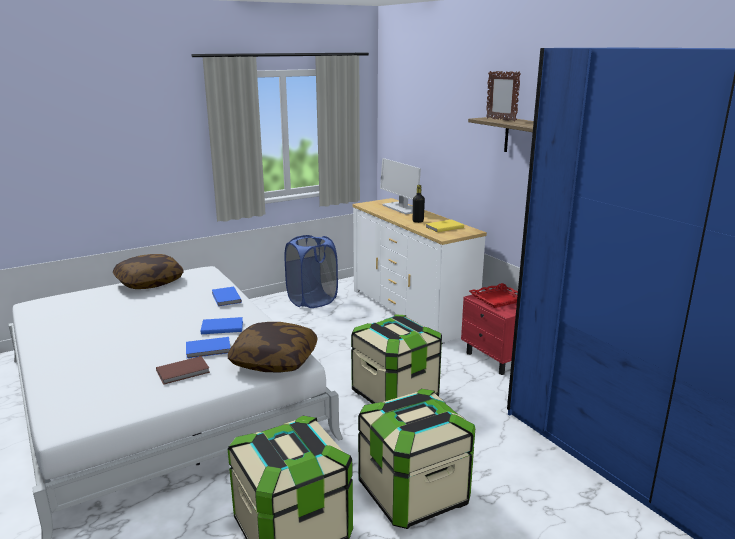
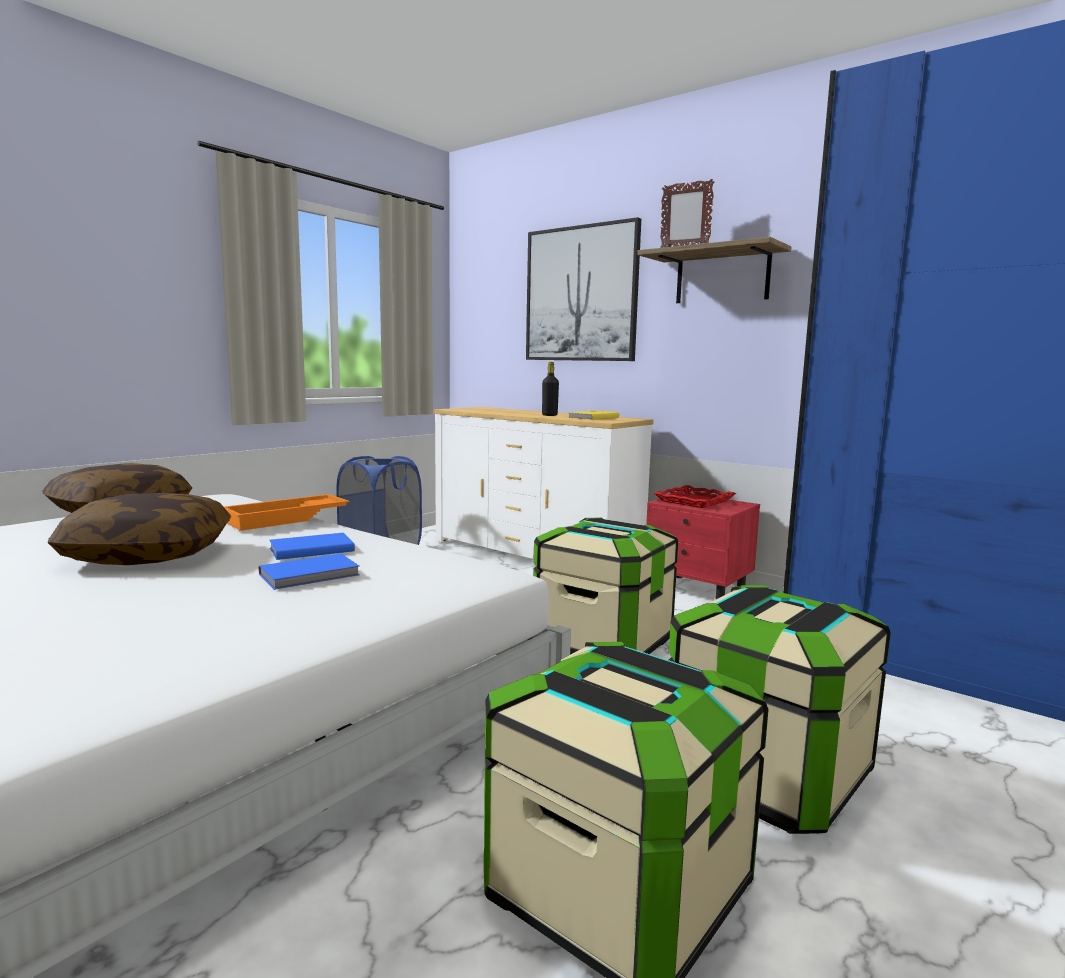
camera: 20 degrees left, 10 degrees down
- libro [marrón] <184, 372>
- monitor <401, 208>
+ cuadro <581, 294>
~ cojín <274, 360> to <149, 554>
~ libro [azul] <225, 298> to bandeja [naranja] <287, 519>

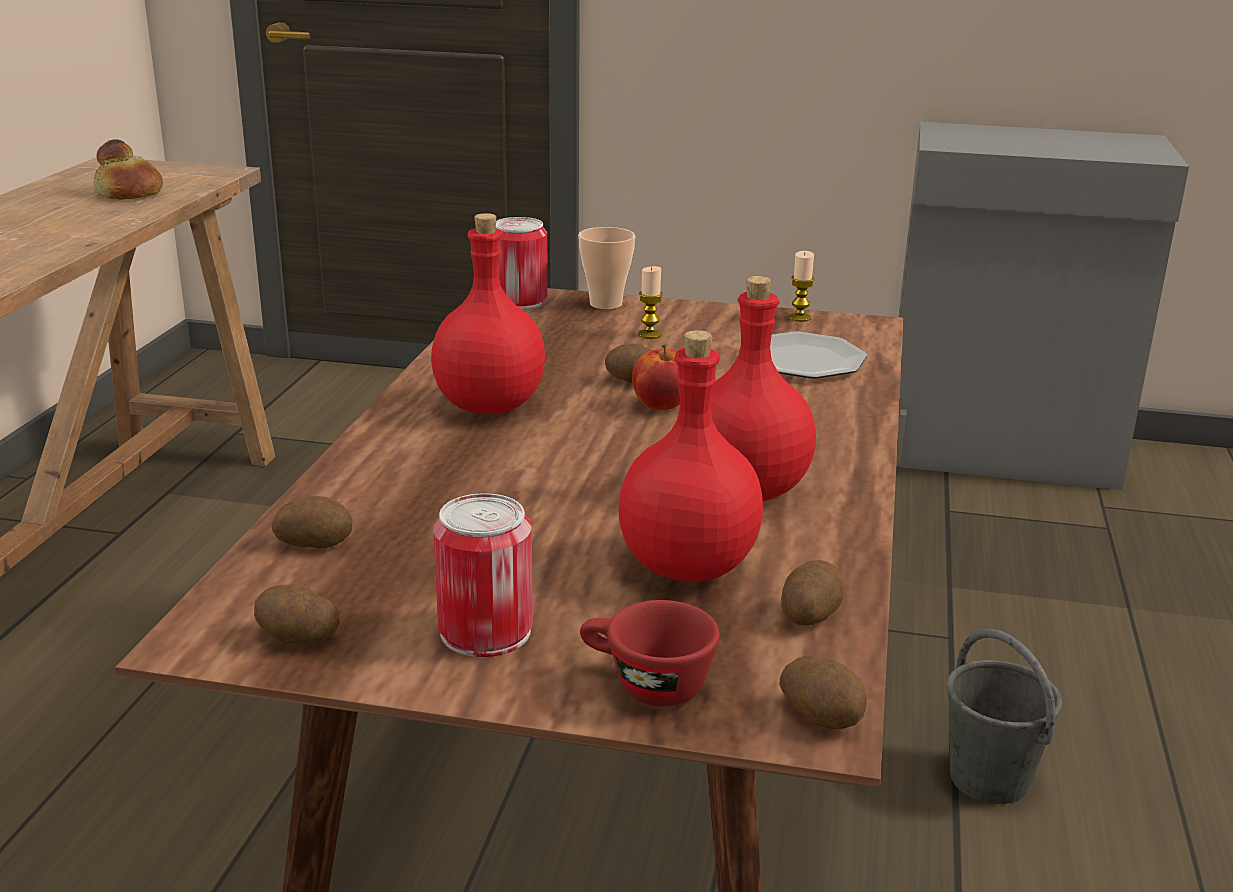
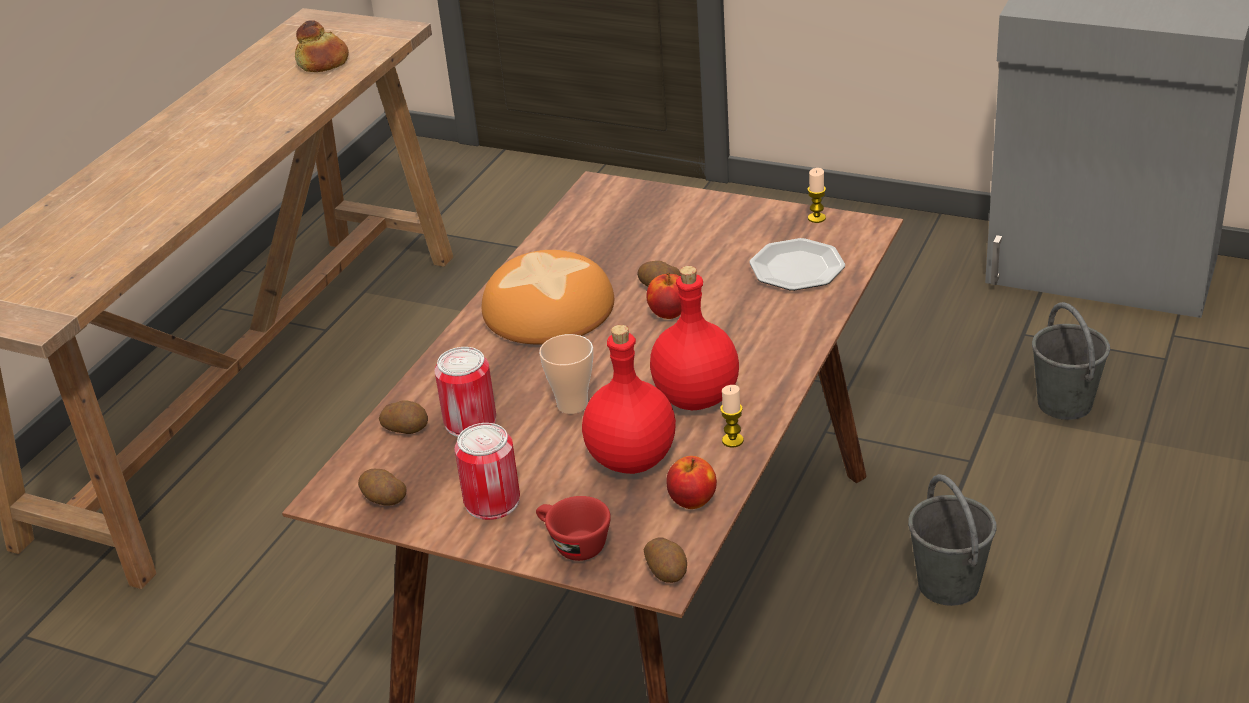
camera: 15 degrees right, 10 degrees up
+ cubo [gris] <1065, 404>
~ lata <519, 300> to <470, 422>
~ taza <605, 304> to <572, 405>
~ vela <649, 335> to <732, 440>
~ botella [rojo] <491, 406> to pan <548, 310>
~ patata <809, 614> to manzana <692, 501>

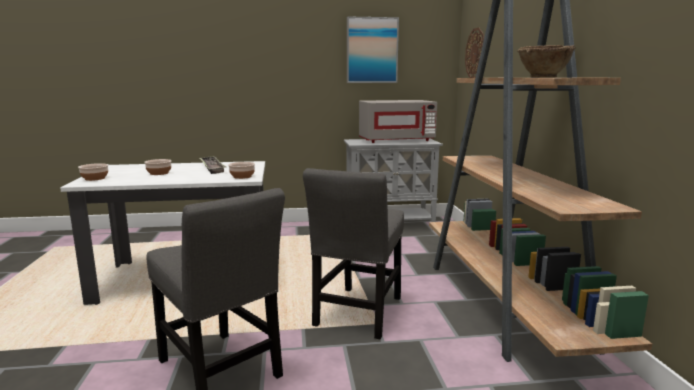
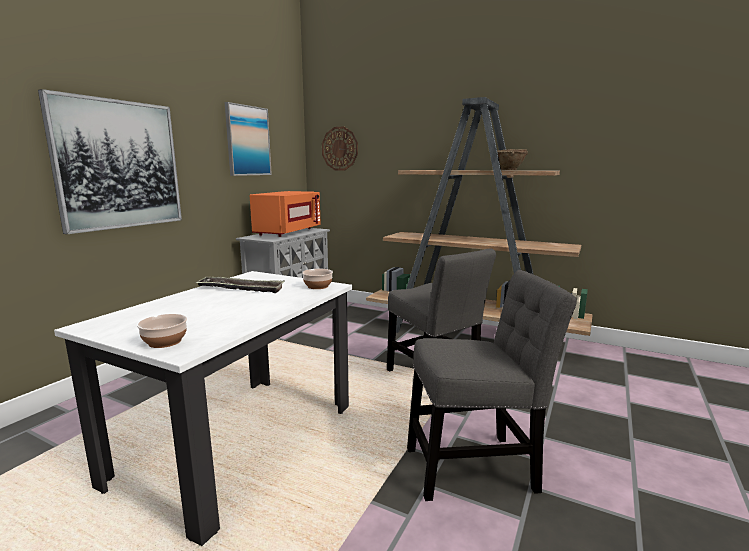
camera: 55 degrees left, 0 degrees up
- cuenco <159, 173>
+ cuadro <119, 165>
~ microondas [gris] <396, 140> to microondas [naranja] <288, 232>

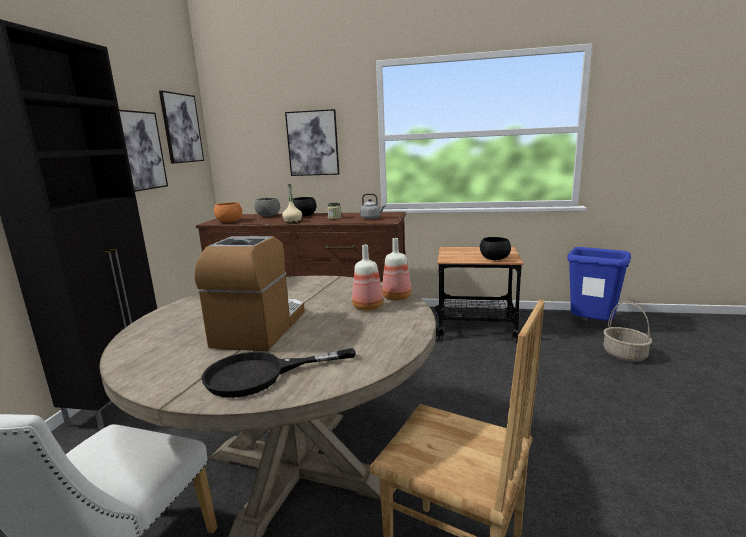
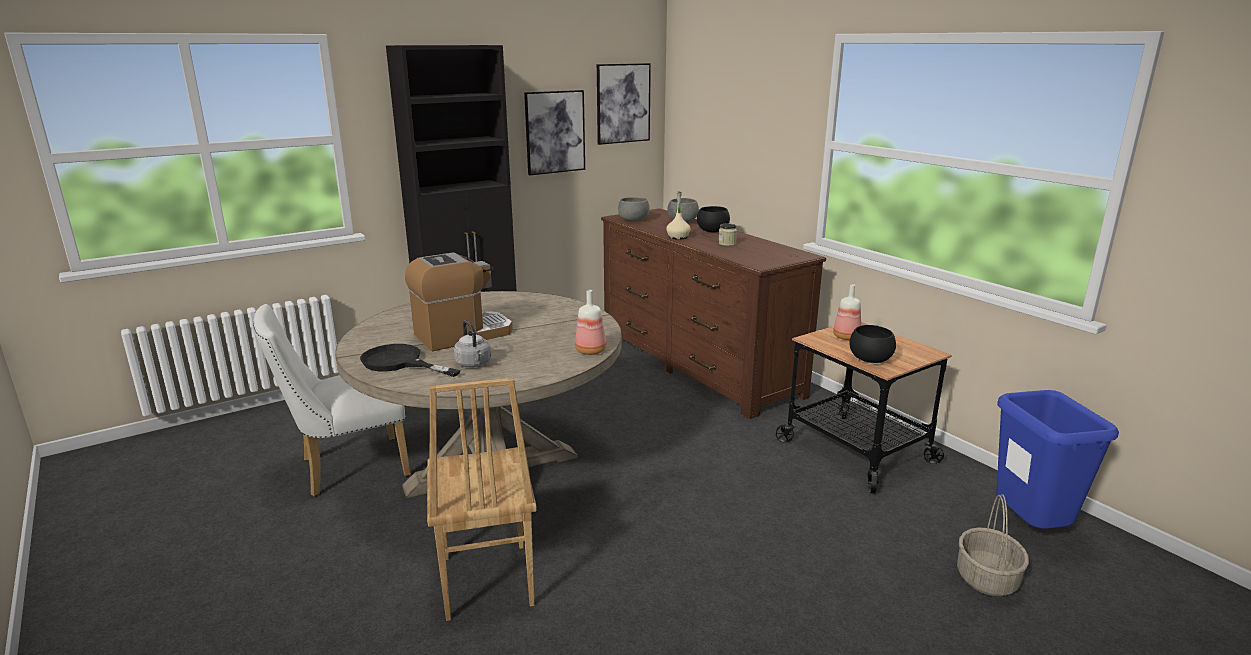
camera: 45 degrees right, 5 degrees up
- cuadro <313, 143>
~ botella <367, 307> to <846, 337>
~ hervidor [gris] <372, 218> to <474, 364>
~ cuenco [naranja] <229, 221> to cuenco [gris] <633, 220>

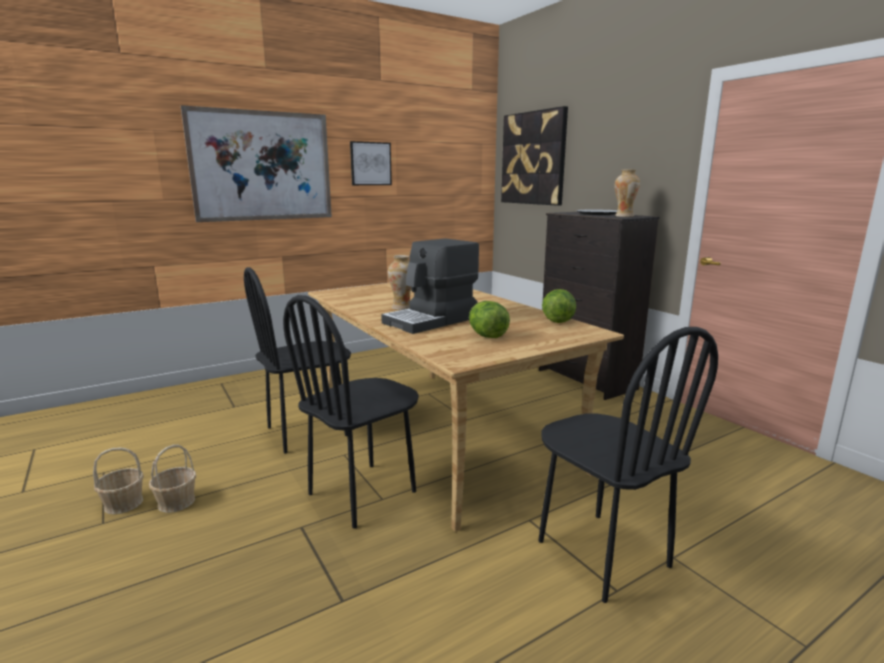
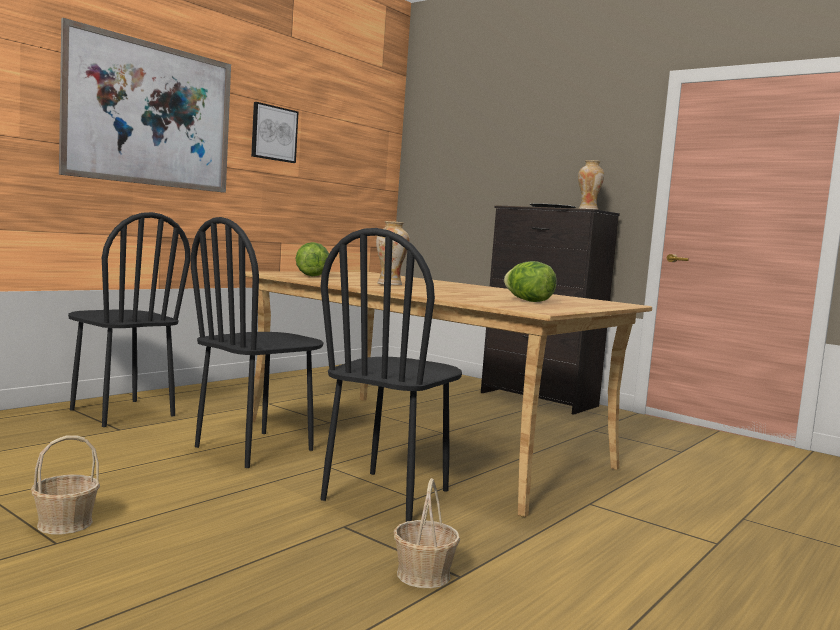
camera: 20 degrees left, 10 degrees down
- cafetera <432, 320>
- cuadro <533, 158>
~ cesta <176, 502> to <423, 575>
~ silla [negro] <602, 554> to <121, 413>
~ lechuga <557, 321> to <312, 276>

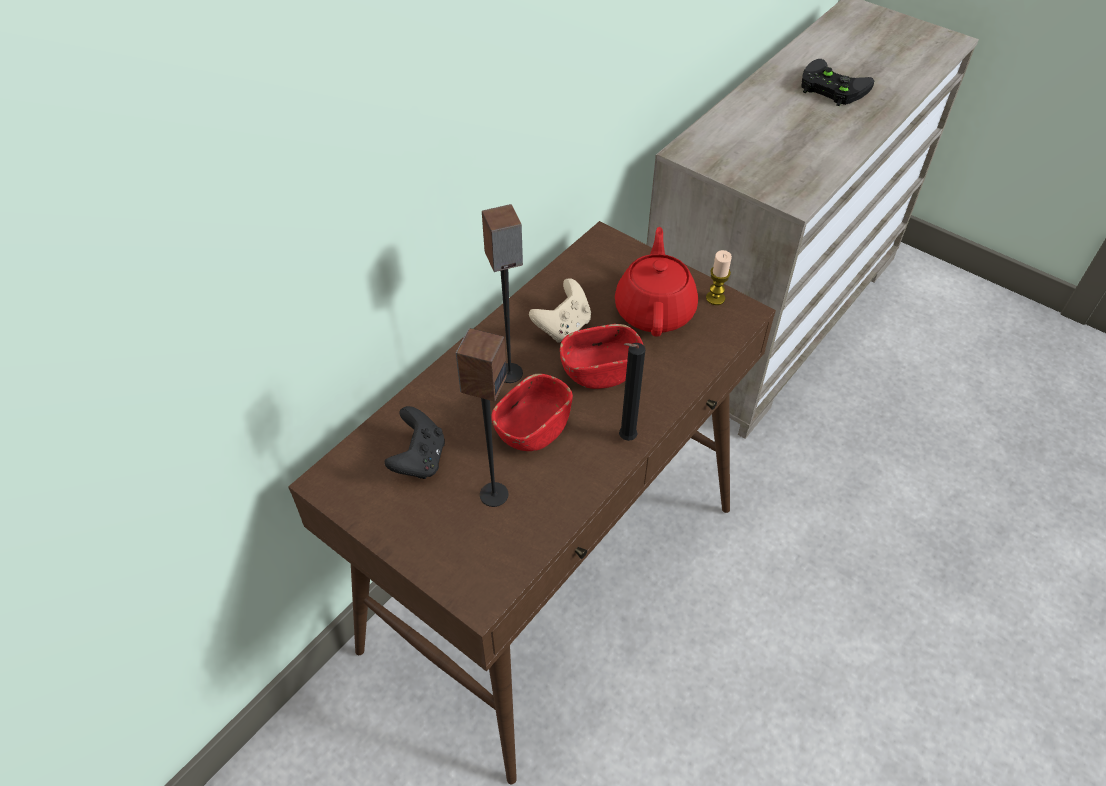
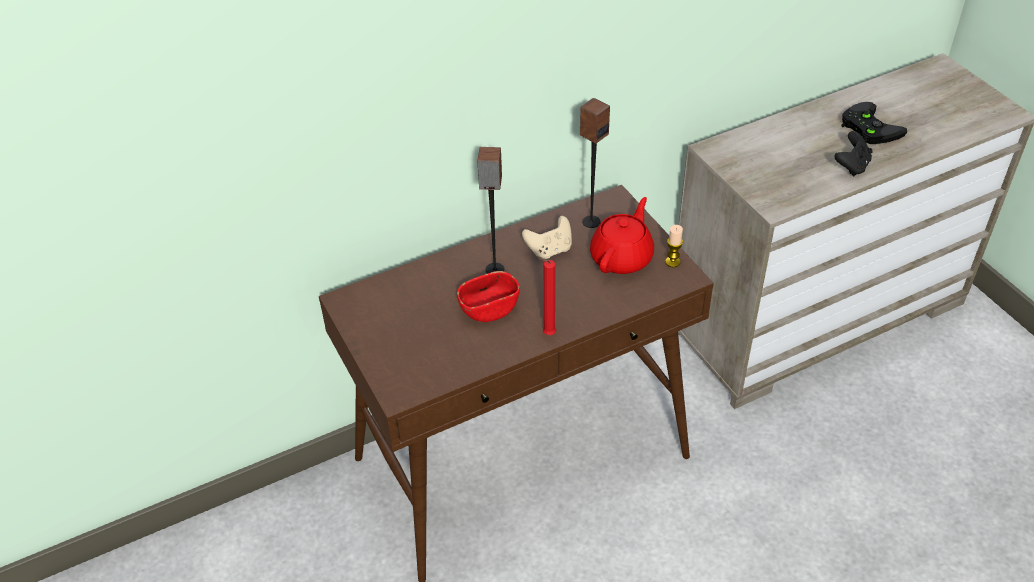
camera: 25 degrees right, 5 degrees down
- cuenco [rojo] <600, 371>
~ mando de consola [negro] <419, 459> to <851, 166>
~ altavoz <493, 494> to <591, 221>
~ vela [negro] <624, 439> to vela [rojo] <547, 334>

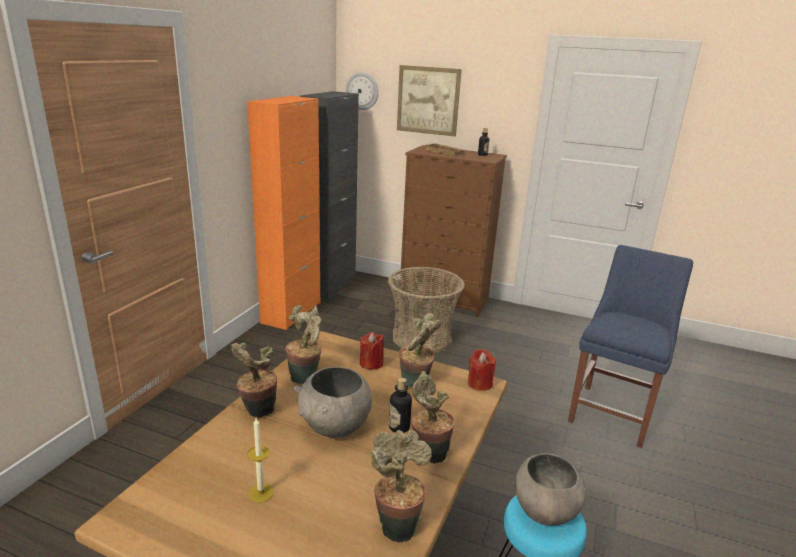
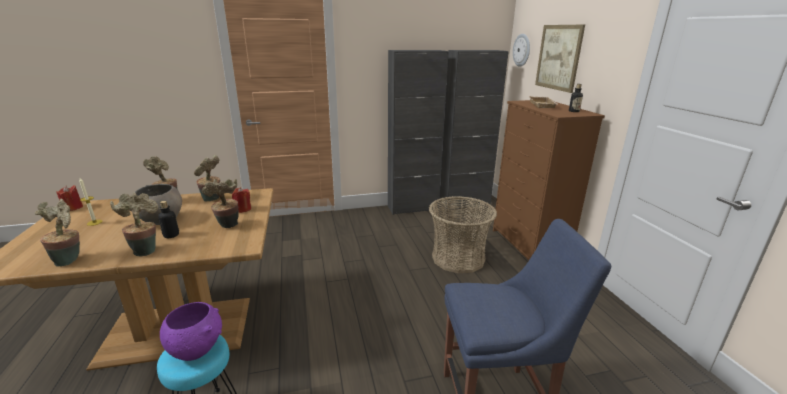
camera: 55 degrees right, 0 degrees up
~ vela [rojo] <479, 383> to <73, 208>
~ armario [naranja] <291, 312> to armario [negro] <413, 208>
~ cuenco [gris] <544, 511> to cuenco [morado] <196, 349>

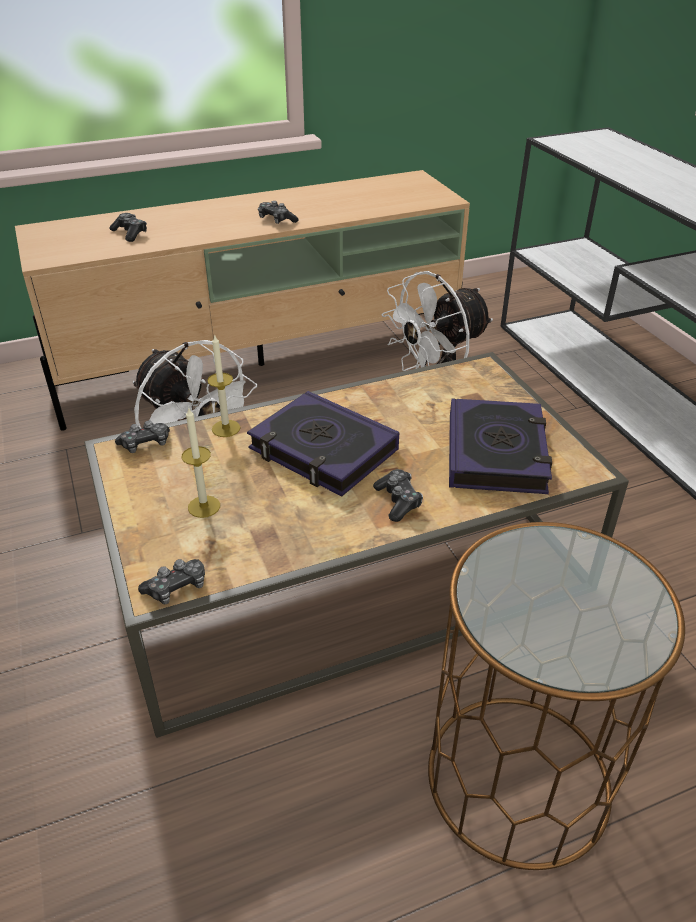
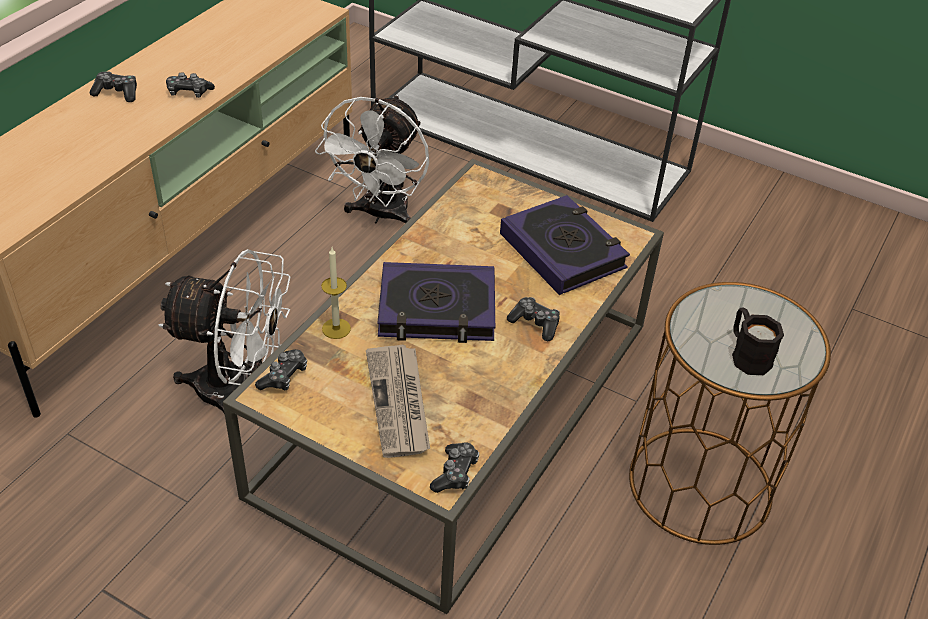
camera: 40 degrees left, 5 degrees up
+ taza grande [negro] <747, 354>
~ mando de consola <130, 233> to <117, 93>
~ vela <204, 506> to periódico <399, 403>

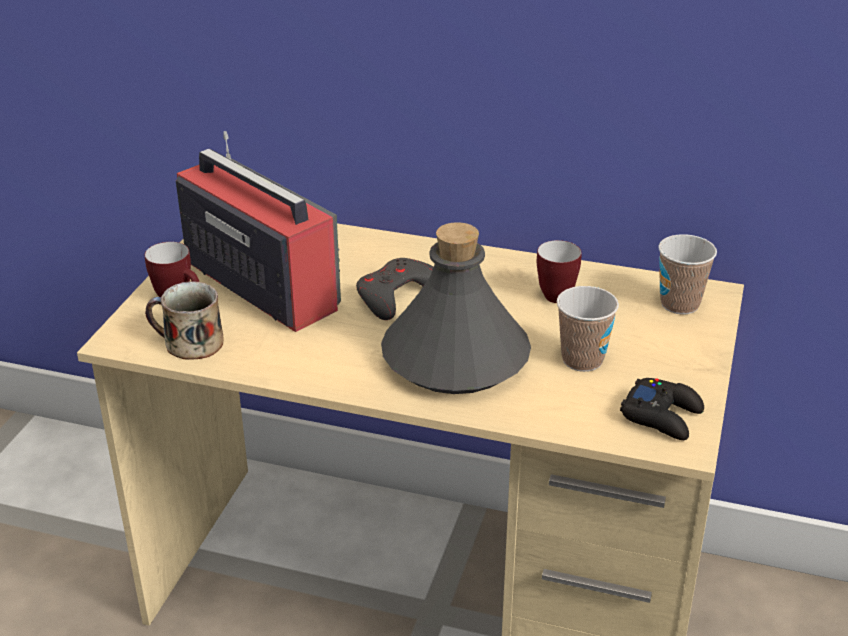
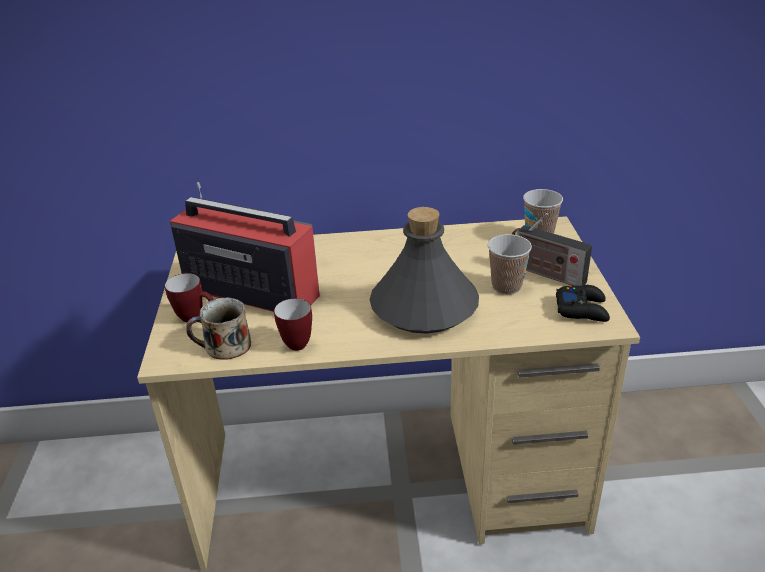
camera: 20 degrees left, 0 degrees up
- mando de consola [gris] <396, 295>
+ radio <546, 274>
~ taza grande <554, 294> to <294, 342>

